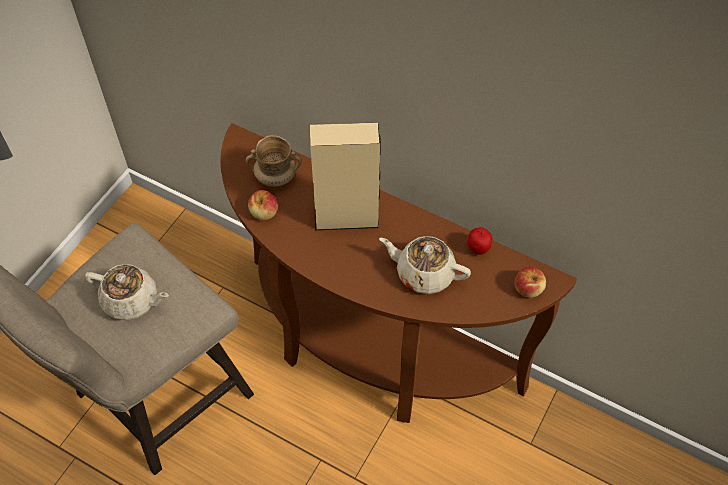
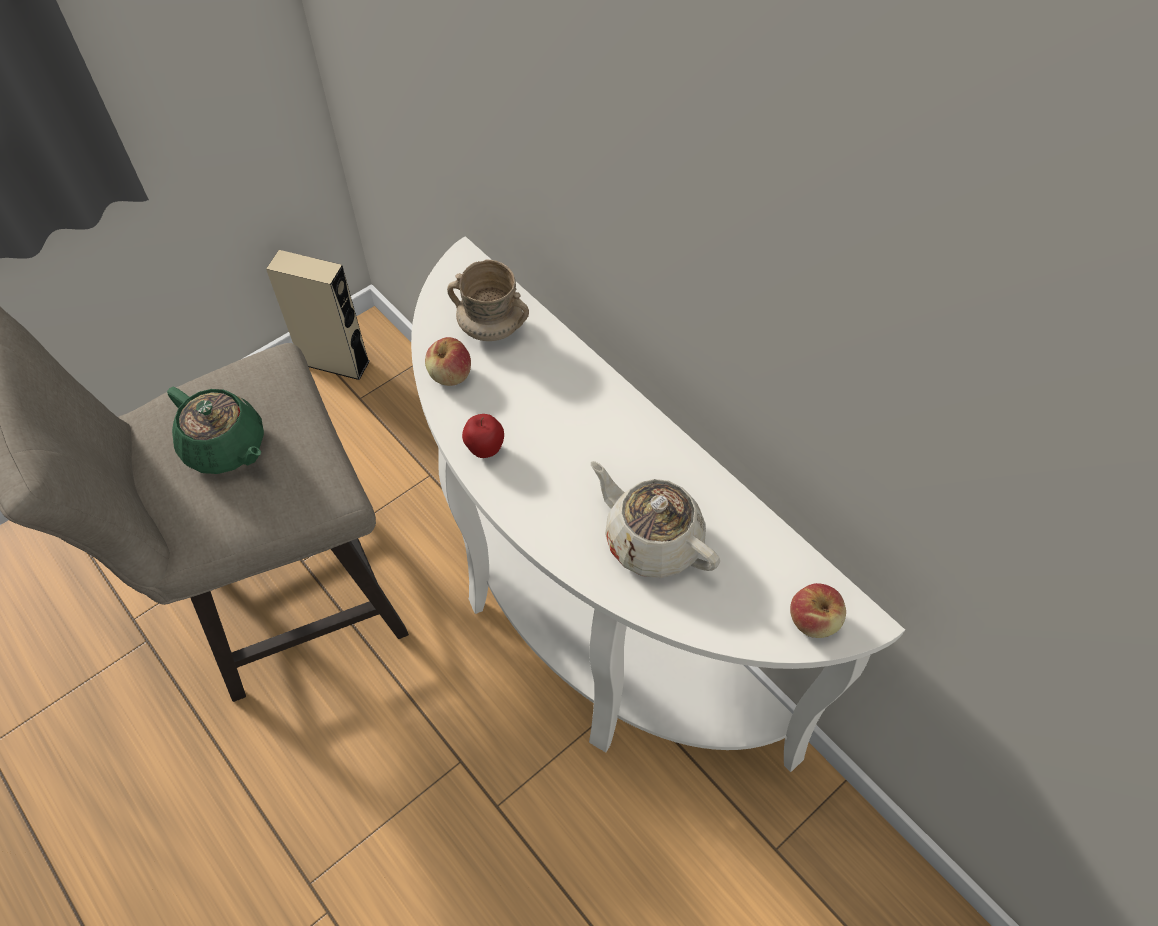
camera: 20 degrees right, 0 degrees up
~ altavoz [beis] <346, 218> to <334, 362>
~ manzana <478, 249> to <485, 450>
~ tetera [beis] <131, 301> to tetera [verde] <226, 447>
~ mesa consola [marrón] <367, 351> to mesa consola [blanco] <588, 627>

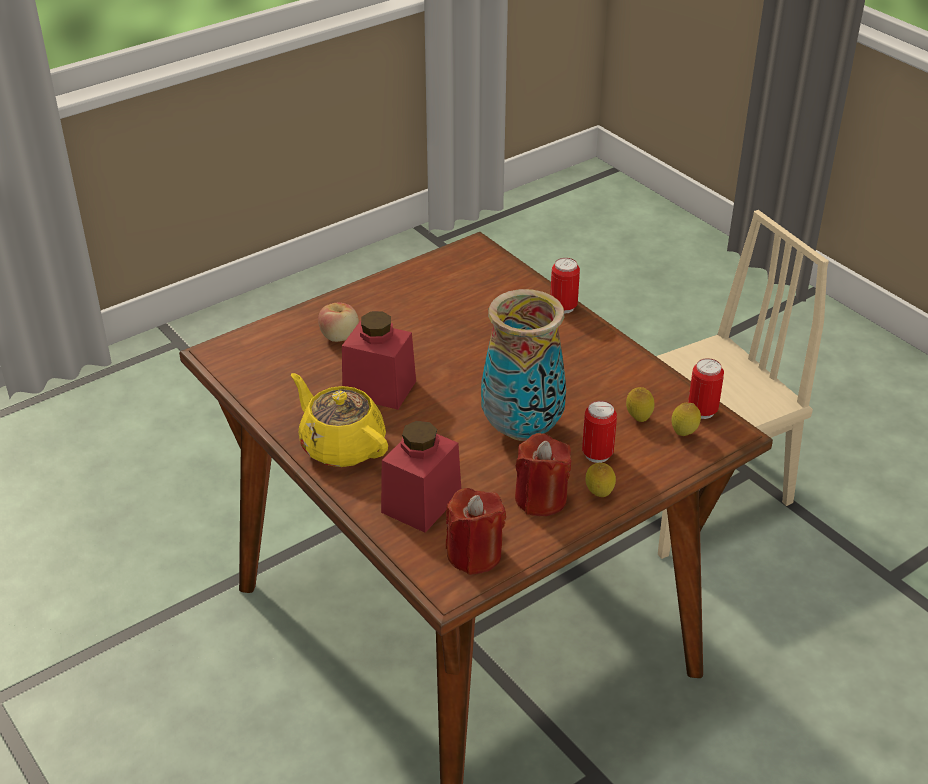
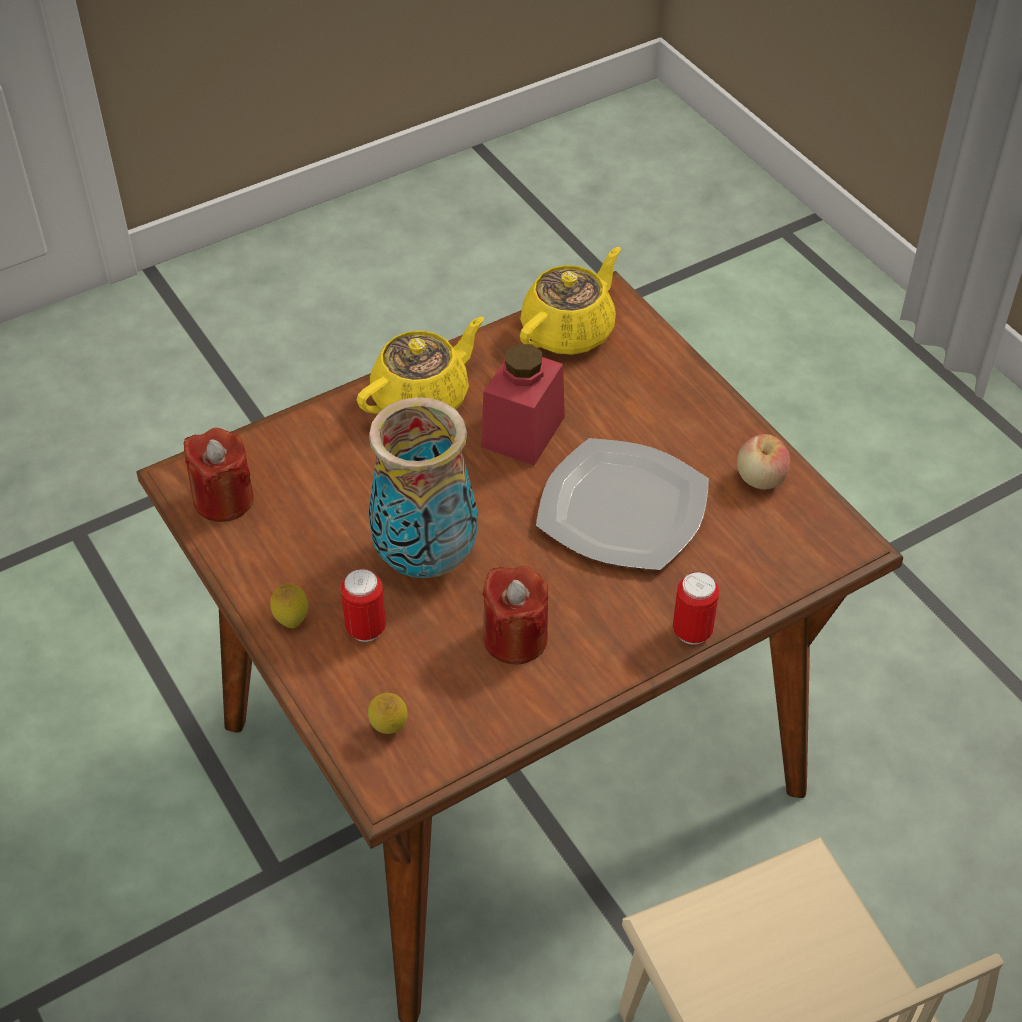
camera: 95 degrees right, 10 degrees up
- tarro [rojo] <421, 502>
- limón <638, 419>
- lata <702, 411>
+ tetera [amarillo] <569, 331>
+ plato <621, 509>
~ manzana <340, 336> to <760, 479>
~ vela [rojo] <541, 499> to <515, 638>

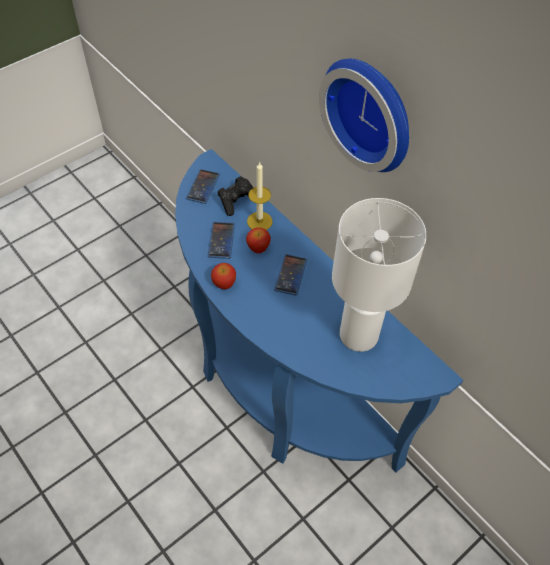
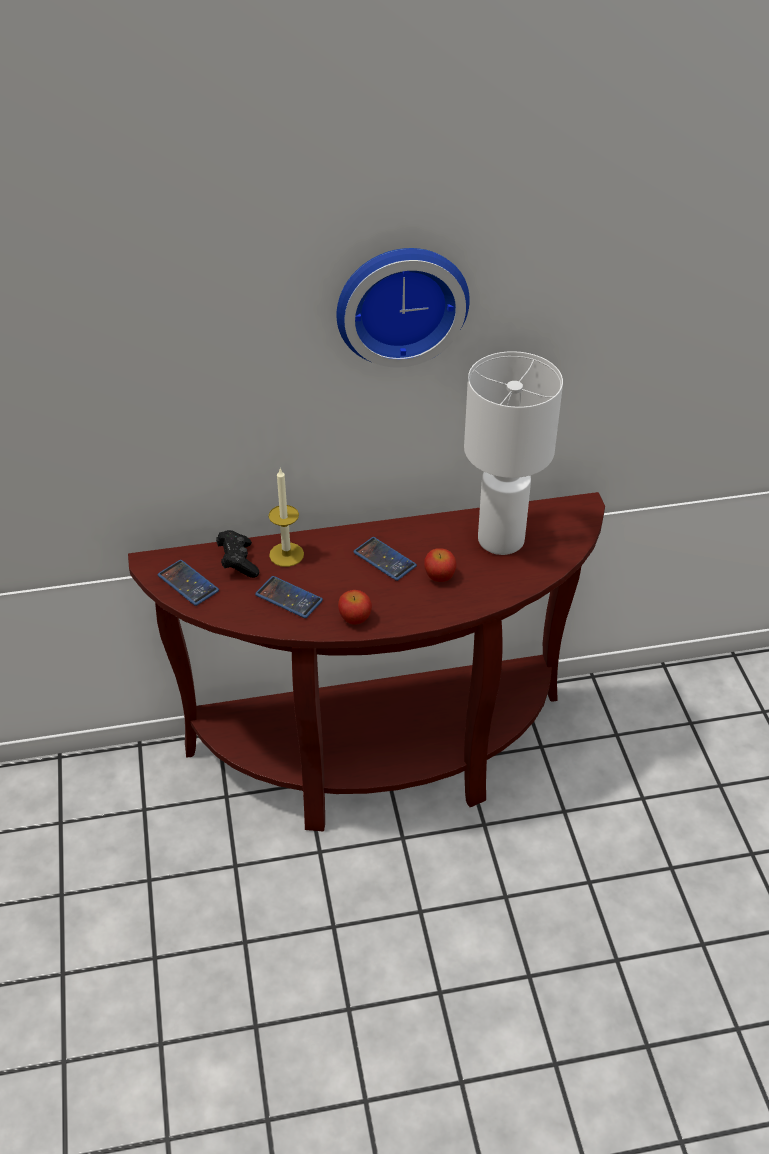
camera: 60 degrees left, 10 degrees down
~ manzana <258, 247> to <439, 576>
~ mesa consola [azul] <278, 387> to mesa consola [marrón] <382, 760>

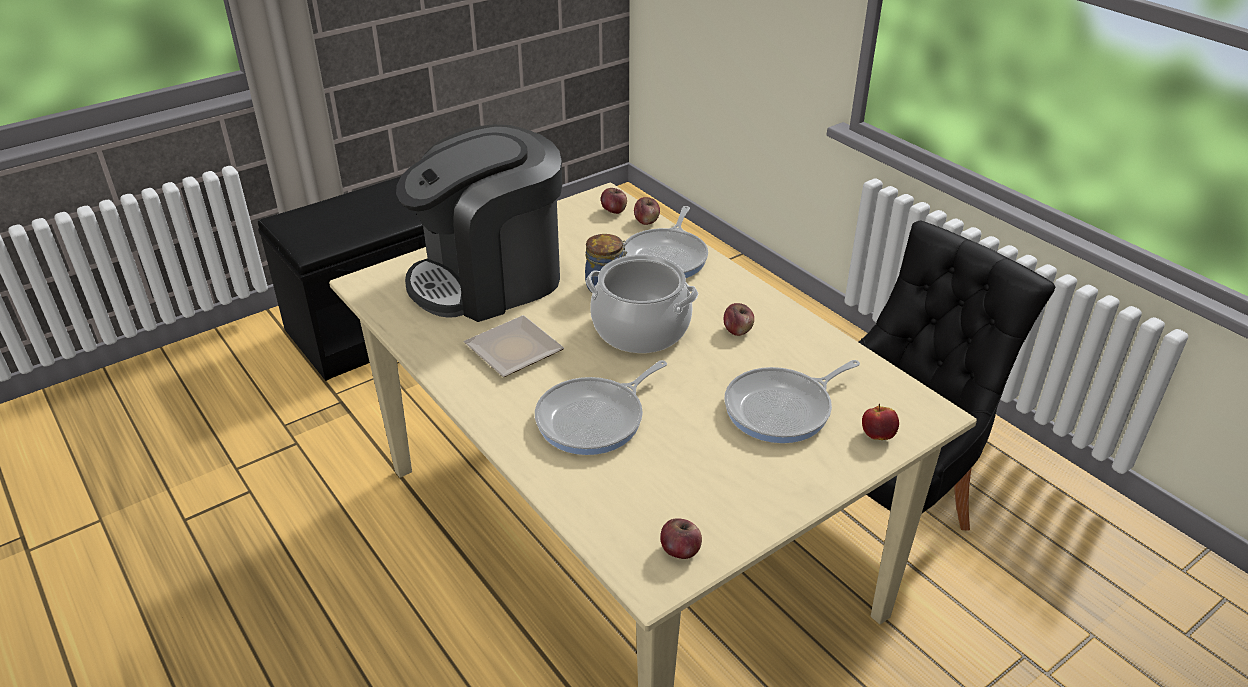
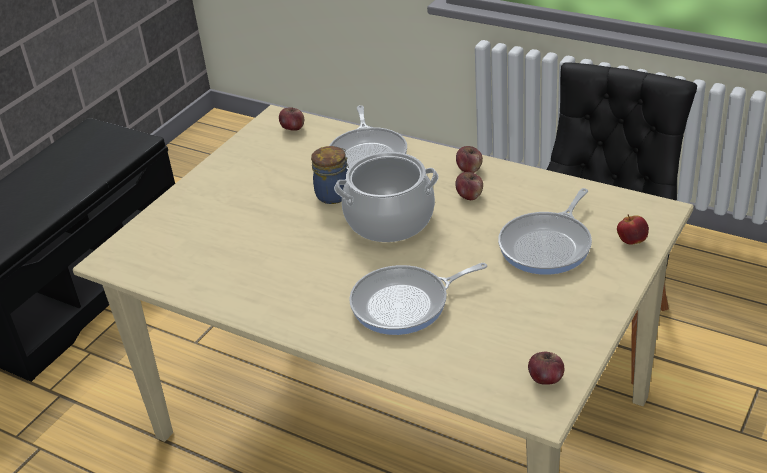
camera: 20 degrees left, 0 degrees up
- cafetera <489, 279>
- plato <513, 352>
~ manzana <646, 221> to <469, 169>
~ sartén <595, 419> = <405, 304> 45 degrees clockwise

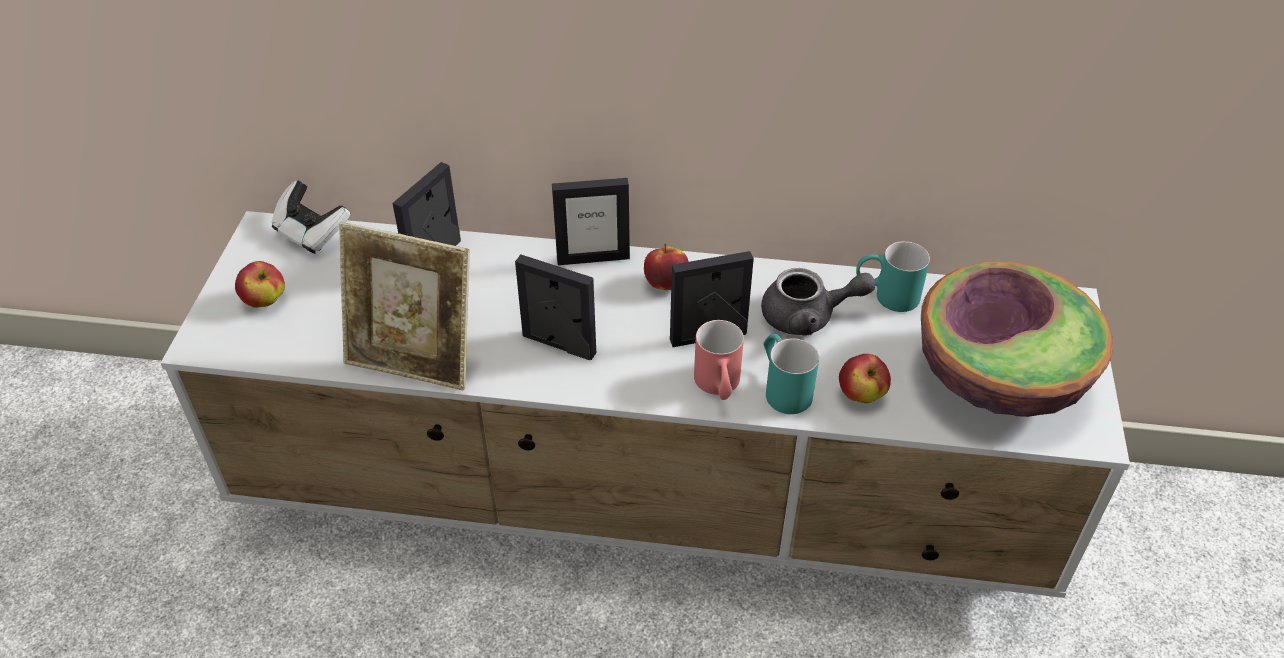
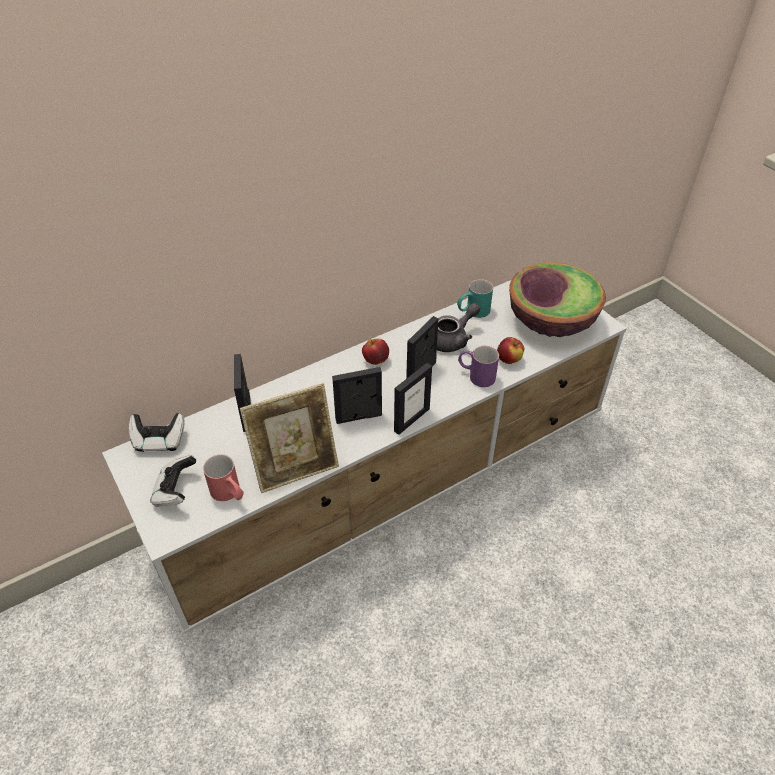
camera: 40 degrees left, 0 degrees up
~ portarretratos <593, 258> to <411, 419>
~ taza grande [rojo] <718, 387> to <229, 494>
~ manzana <265, 301> to mando de consola <175, 491>
~ taza grande [turquesa] <782, 387> to taza grande [morado] <476, 376>

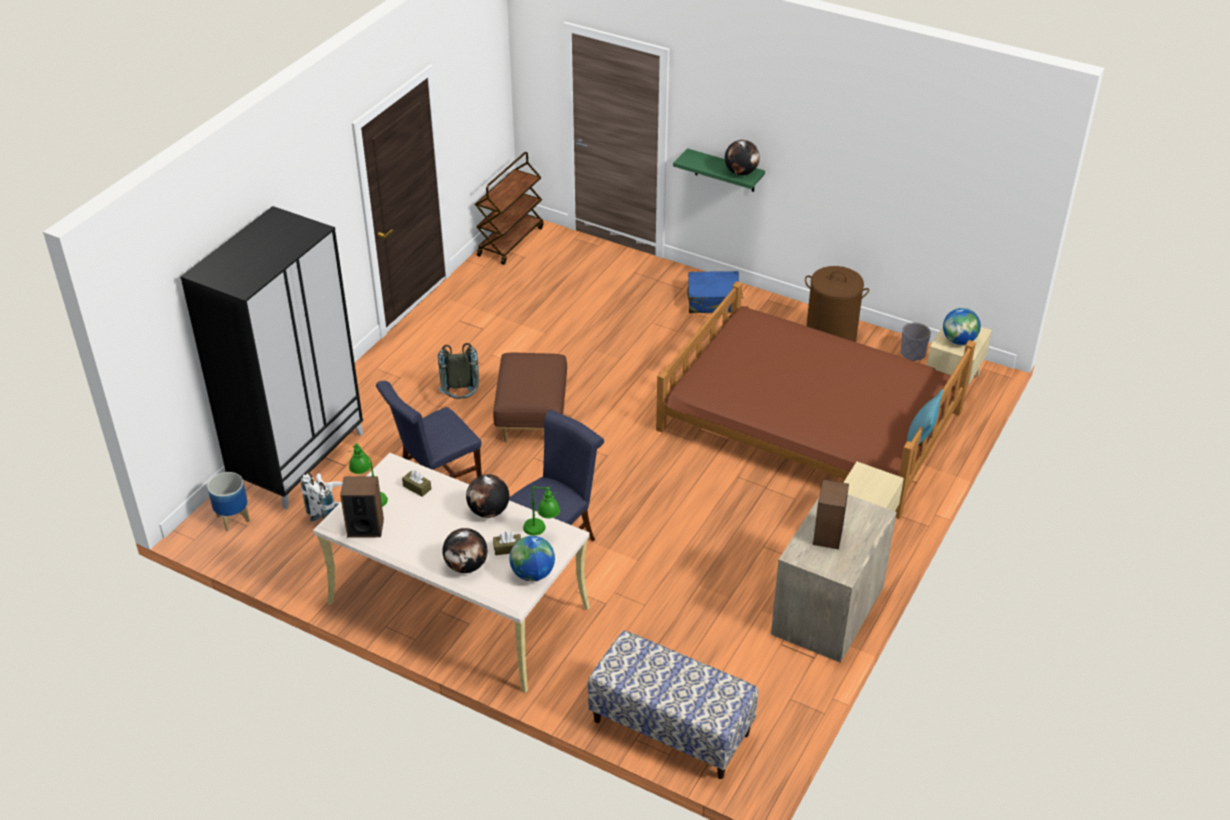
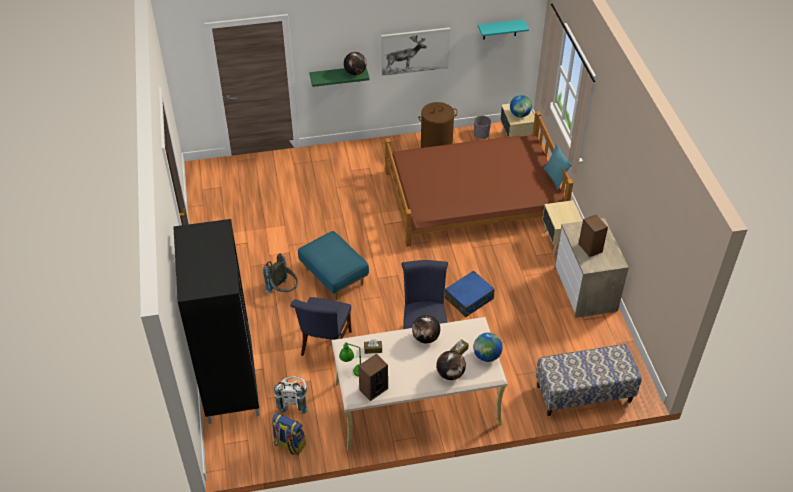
camera: 40 degrees left, 5 degrees up
- maceta <233, 518>
- carrito [marrón] <510, 241>
- lámpara de mesa [verde] <542, 531>
+ mochila <289, 444>
+ cuadro <415, 51>
+ estante [turquesa] <500, 29>
~ maleta [azul] <713, 301> to <469, 299>
~ puf [marrón] <531, 416> to puf [azul] <333, 277>

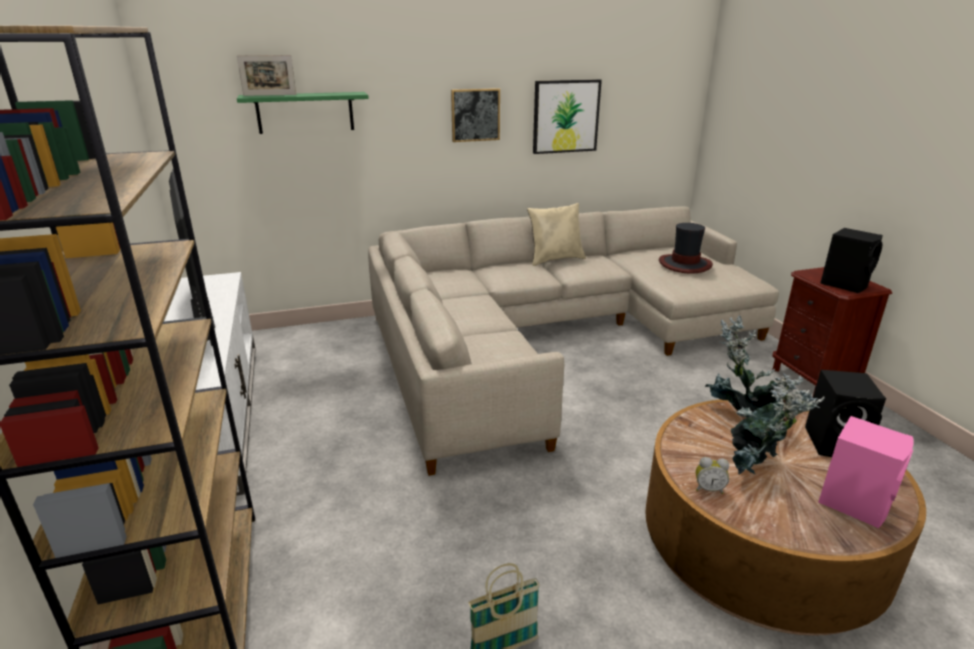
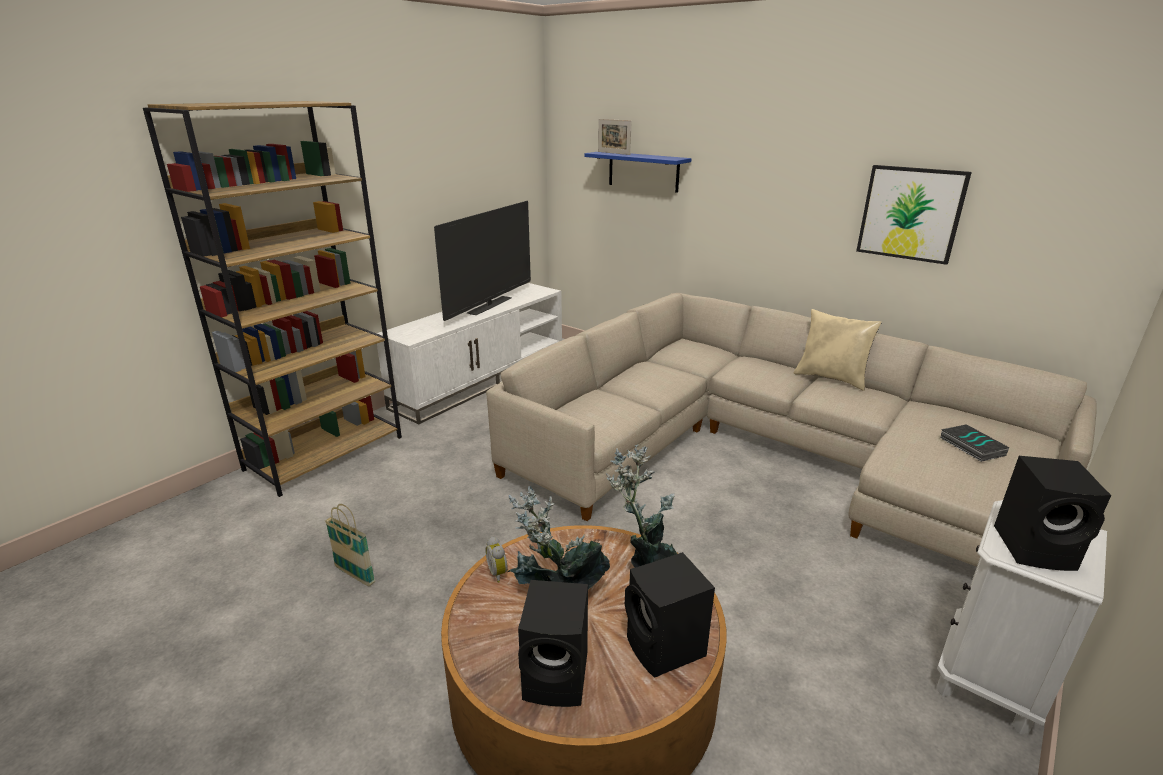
camera: 55 degrees right, 0 degrees up
- cuadro <475, 115>
~ sombrero <685, 264> to libro <970, 446>
~ estante [verde] <305, 112> to estante [azul] <643, 171>
~ mesita de noche [marrón] <812, 380> to mesita de noche [blanco] <989, 679>
~ altavoz [rosa] <855, 501> to altavoz [negro] <558, 677>

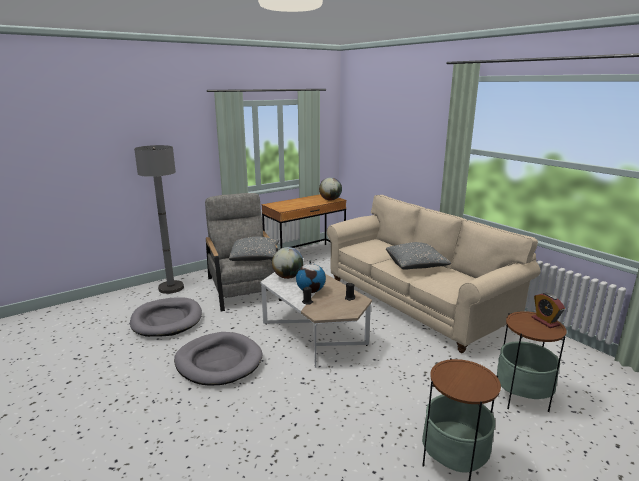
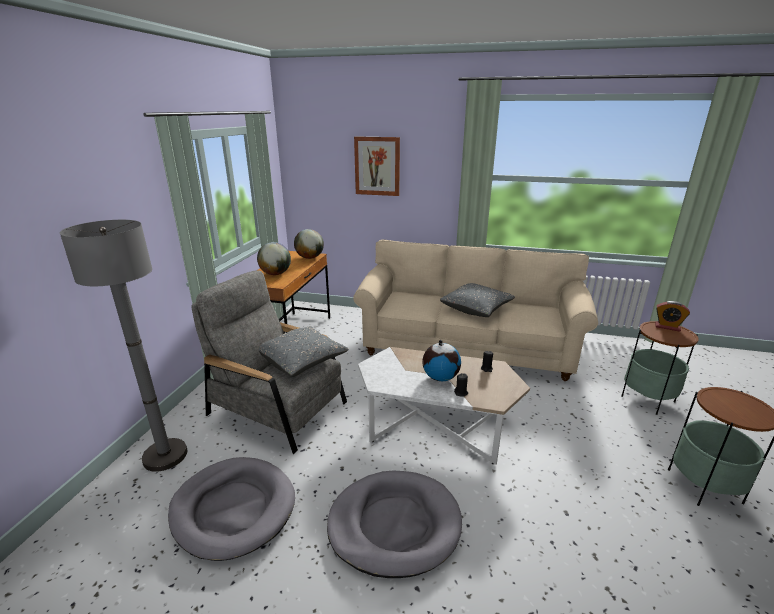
camera: 40 degrees left, 5 degrees up
+ cuadro <377, 166>
~ globo terráqueo <288, 277> to <276, 274>

